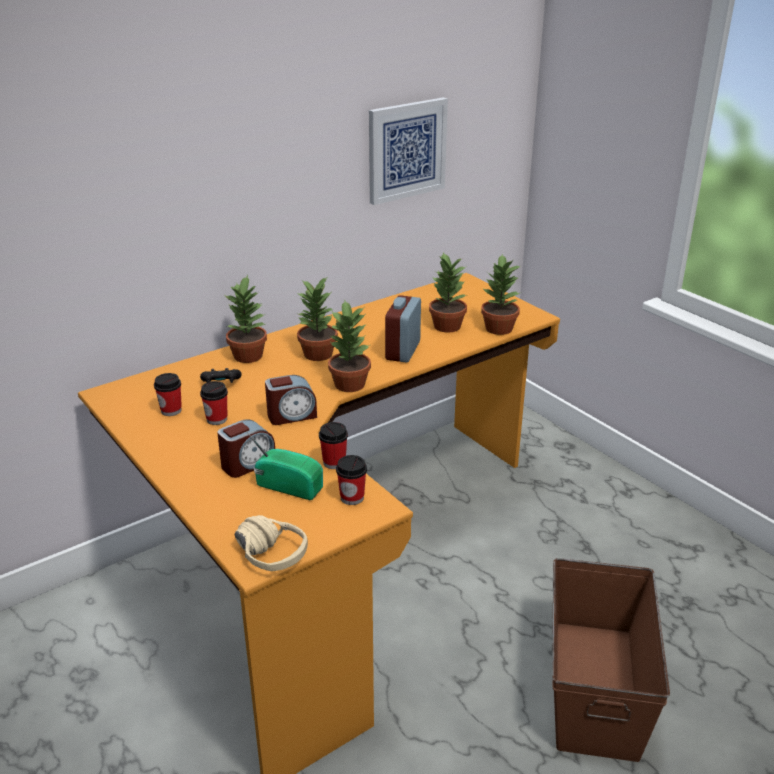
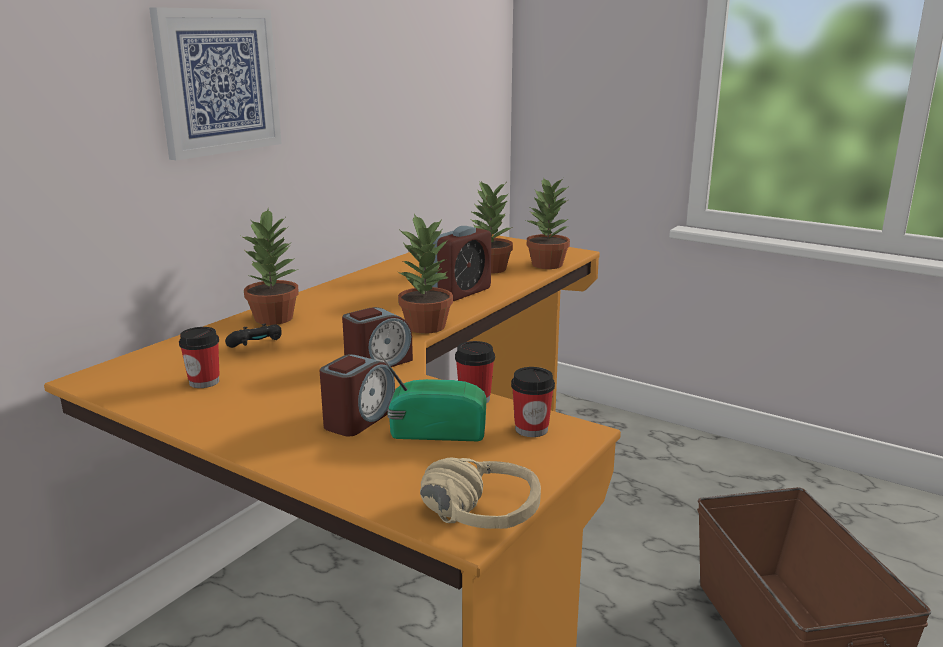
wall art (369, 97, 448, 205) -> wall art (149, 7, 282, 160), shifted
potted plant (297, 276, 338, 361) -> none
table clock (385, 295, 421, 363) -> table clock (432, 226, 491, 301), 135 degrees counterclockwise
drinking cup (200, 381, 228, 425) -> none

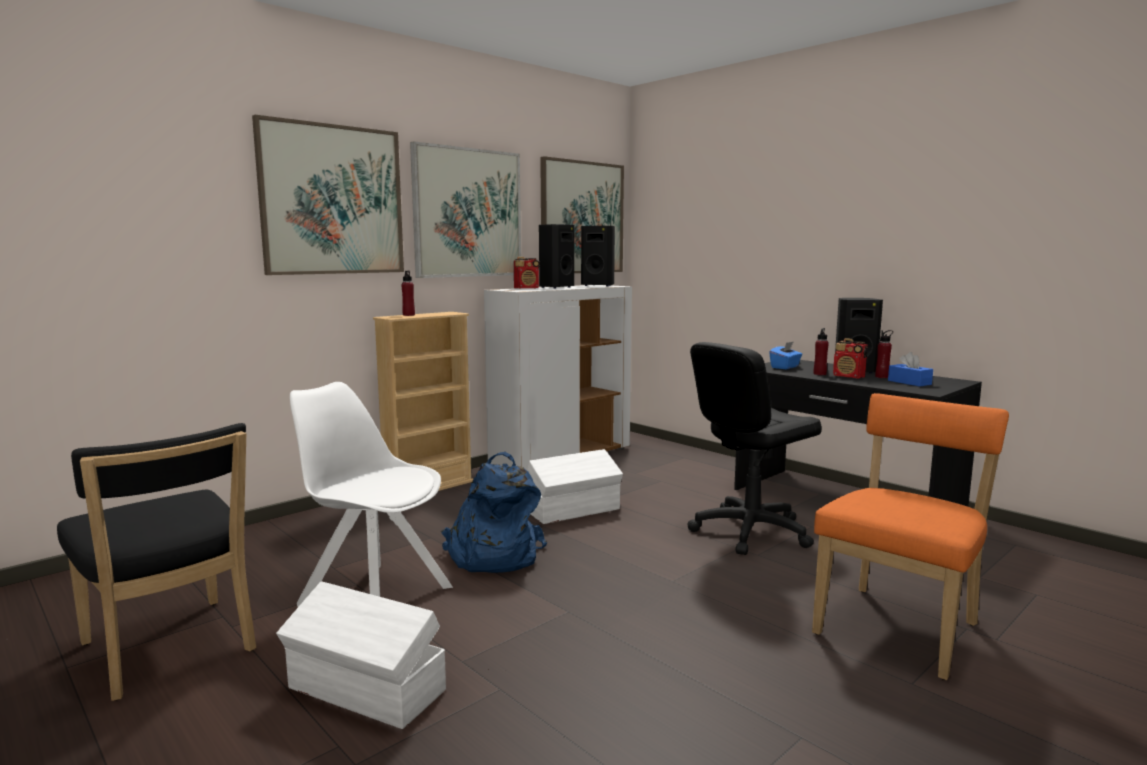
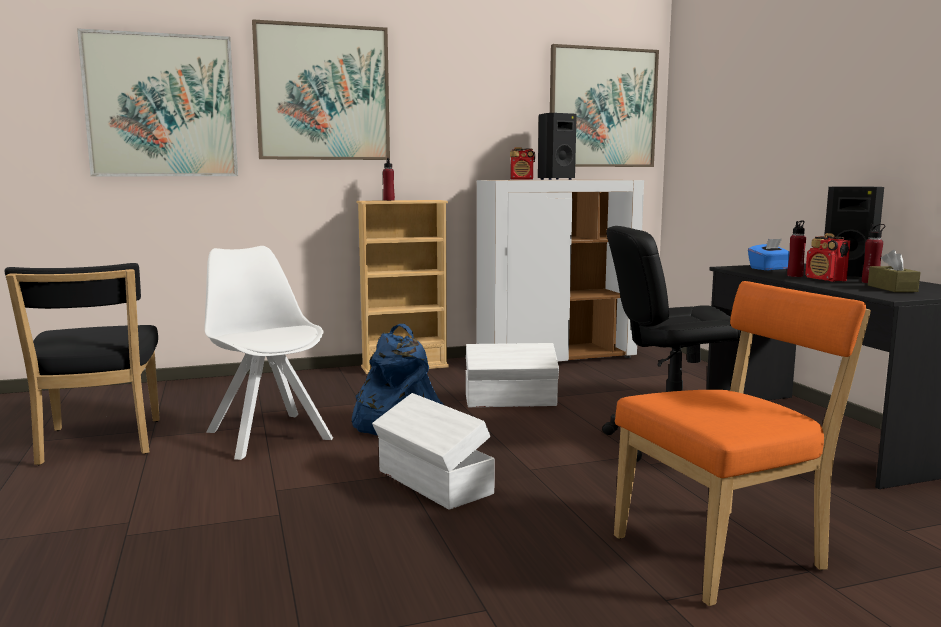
wall art (410, 141, 521, 278) -> wall art (77, 28, 238, 176), shifted
audio speaker in black (581, 226, 615, 286) -> none
tissue holder in blue (888, 352, 933, 387) -> tissue holder in brown (868, 250, 921, 292)
storage bin in white (276, 581, 446, 729) -> storage bin in white (372, 393, 495, 509), shifted

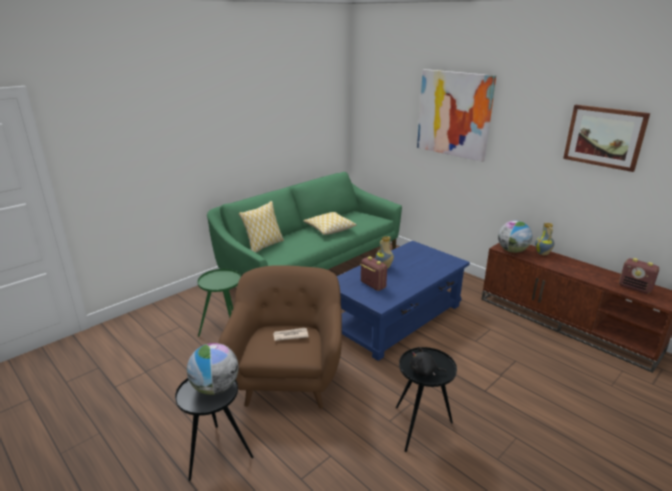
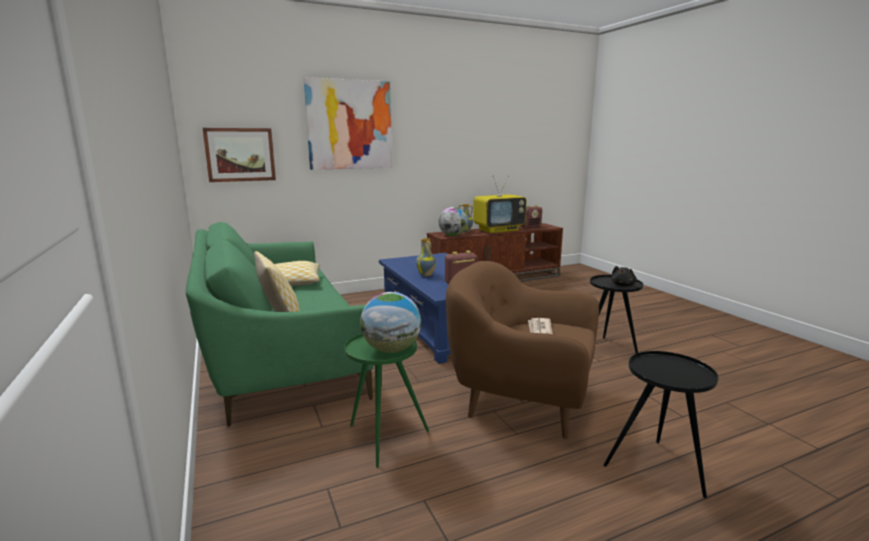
wall art (563, 105, 650, 172) -> wall art (203, 128, 276, 182), shifted
desk globe (187, 343, 239, 395) -> desk globe (360, 292, 421, 353), shifted
none -> television (473, 176, 527, 233)

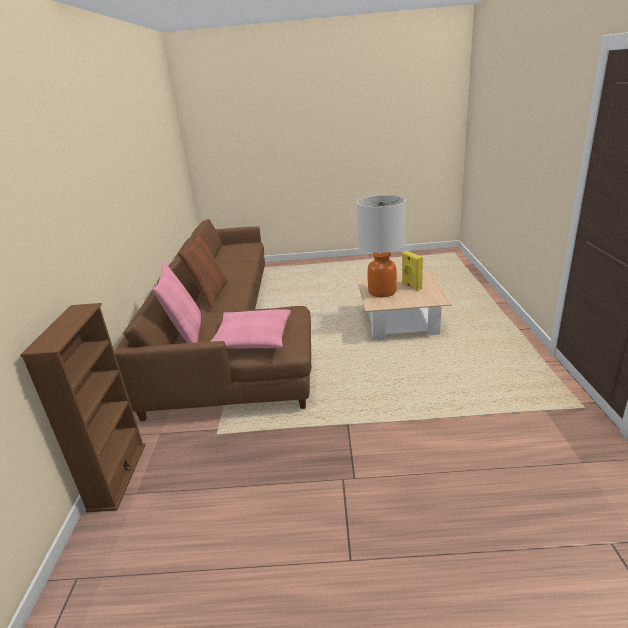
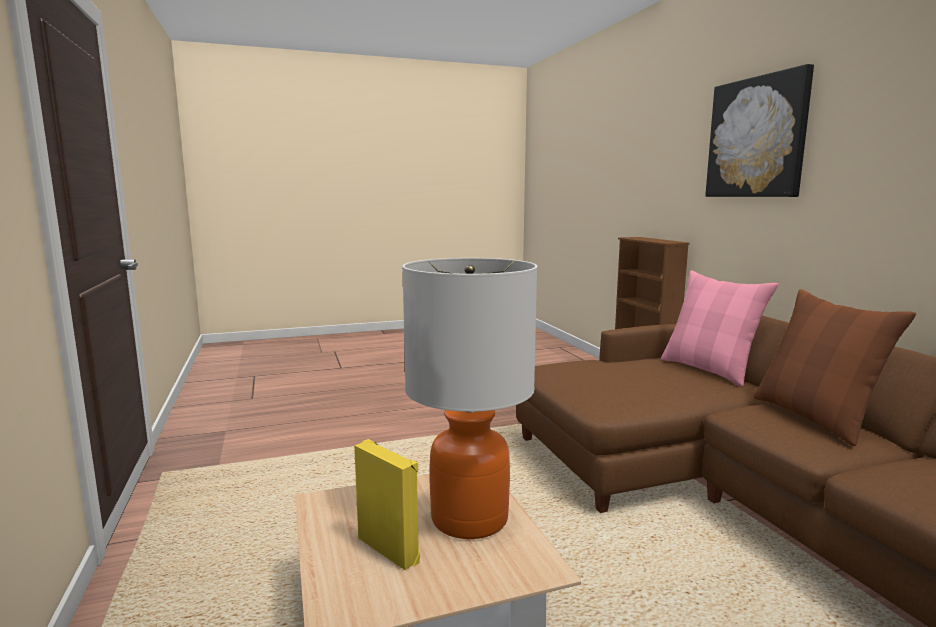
cushion in pink-coloured (210, 309, 291, 349) -> none
none -> wall art (705, 64, 814, 197)

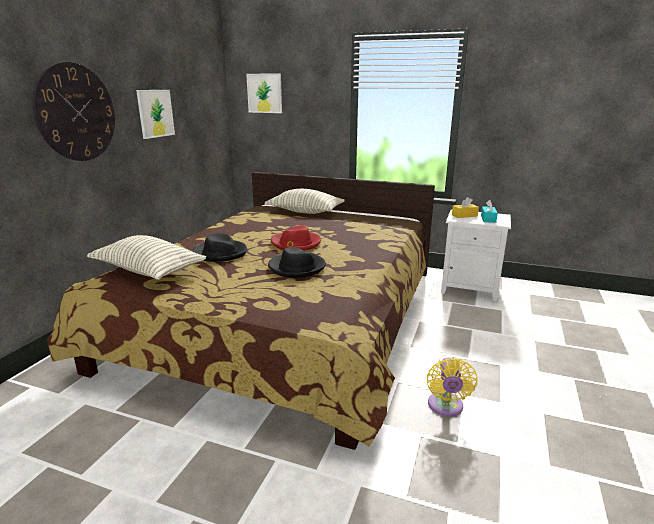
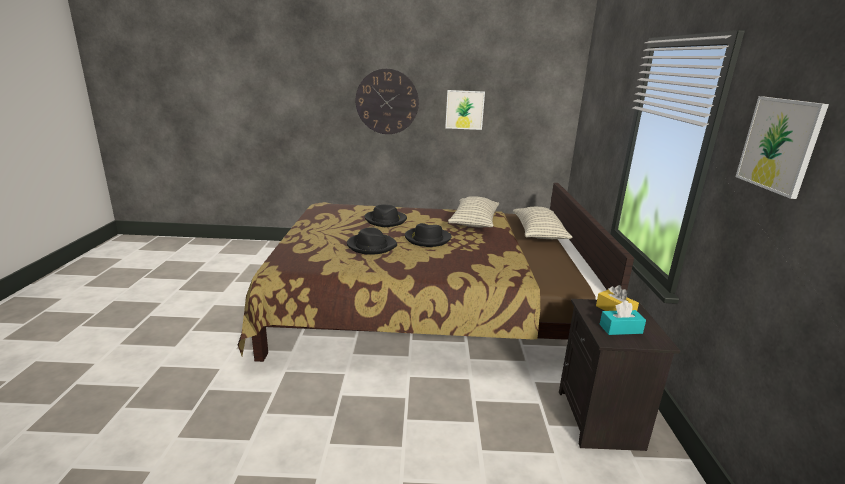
wall art (246, 73, 282, 113) -> wall art (736, 96, 829, 199), shifted
night table in white (441, 209, 511, 302) -> night table in black (559, 299, 680, 451)
hat in reddish (271, 225, 321, 251) -> hat in black (405, 223, 452, 247)
cushion (87, 235, 206, 280) -> cushion (448, 196, 499, 227), shifted
fan in yellow-coloured (427, 358, 478, 416) -> none

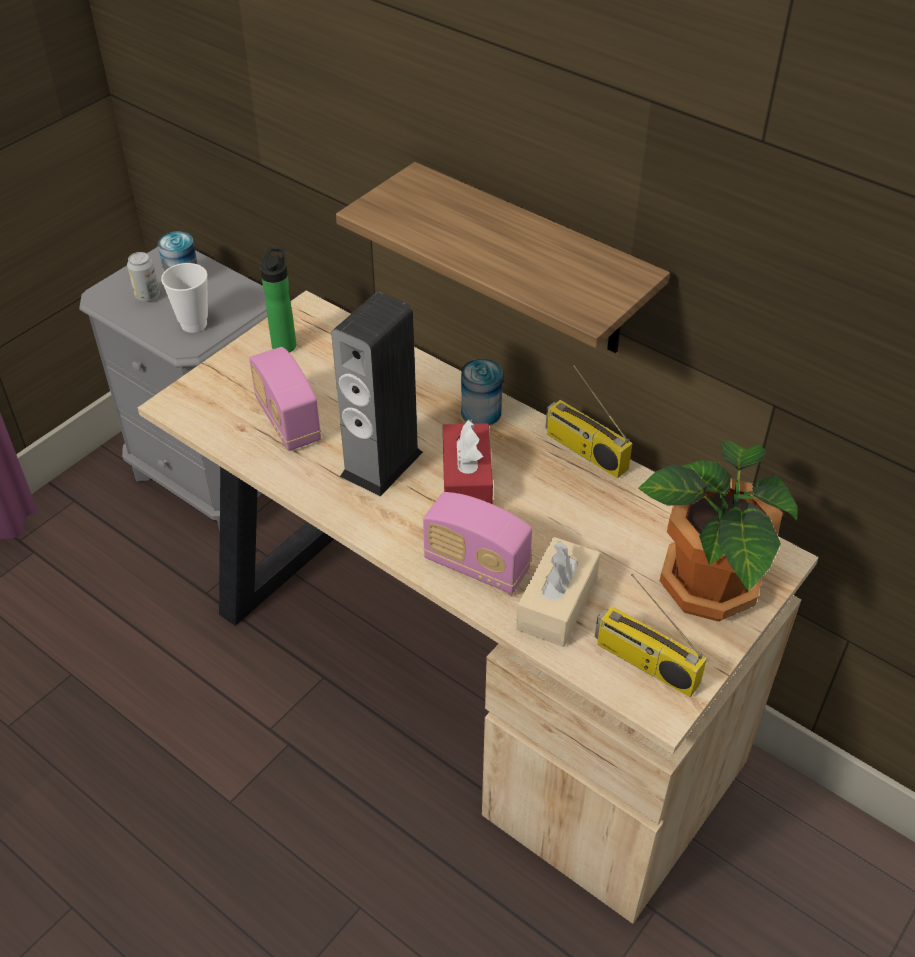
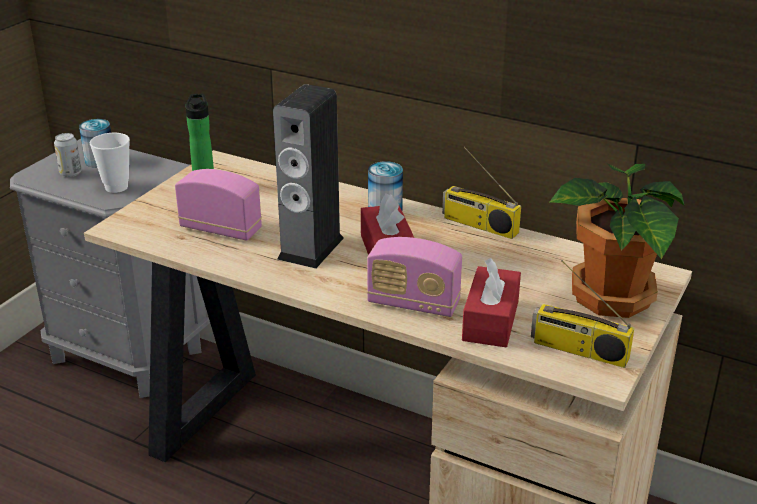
bracket shelf (336, 162, 670, 353) -> none
radio receiver (249, 347, 321, 451) -> radio receiver (175, 169, 262, 241), 150 degrees clockwise
tissue holder in beige (516, 537, 601, 647) -> tissue holder in reddish (462, 258, 521, 347)

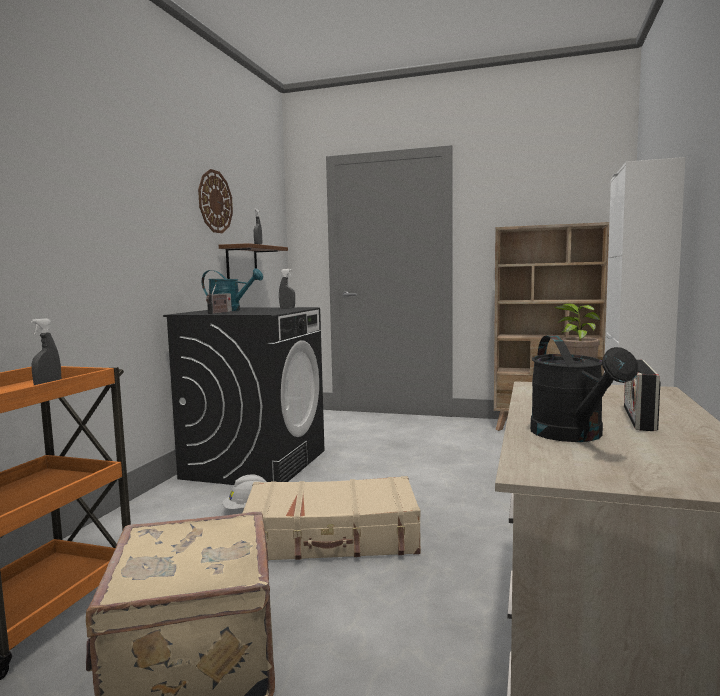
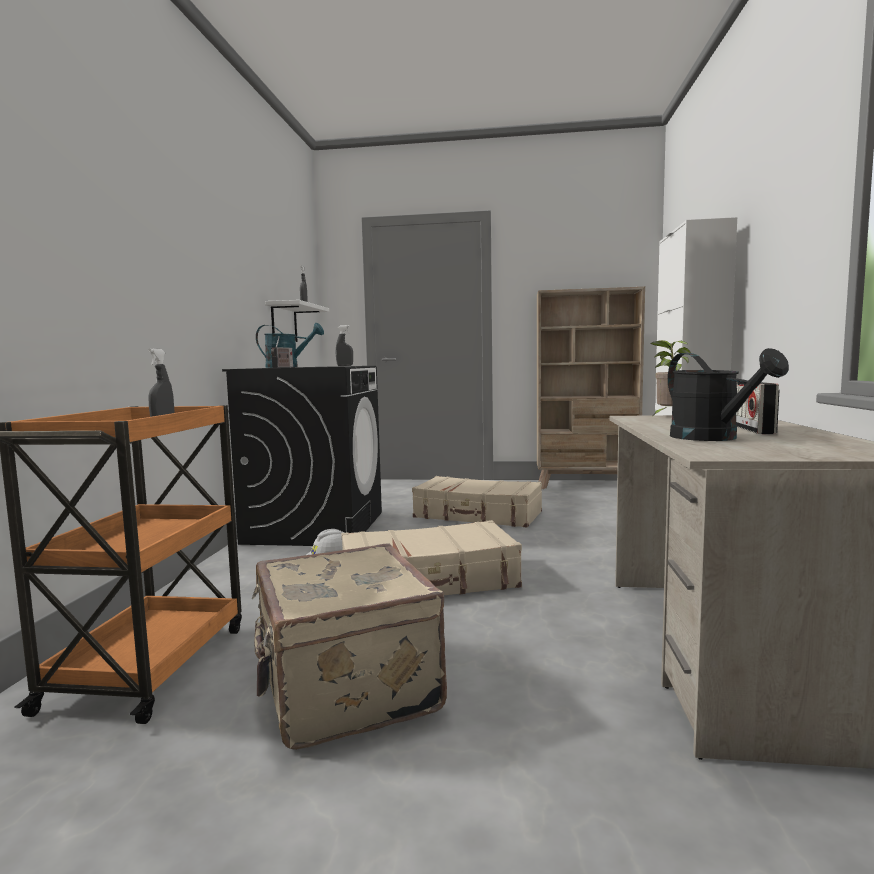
hanging clock (198, 169, 233, 233) -> none
bracket shelf in brown (219, 243, 288, 280) -> bracket shelf in white (265, 300, 329, 342)
none -> piece of luggage in beige (412, 476, 542, 528)

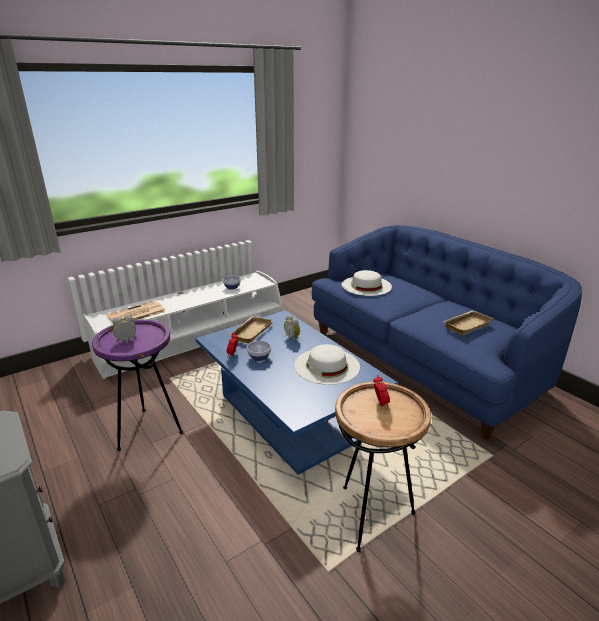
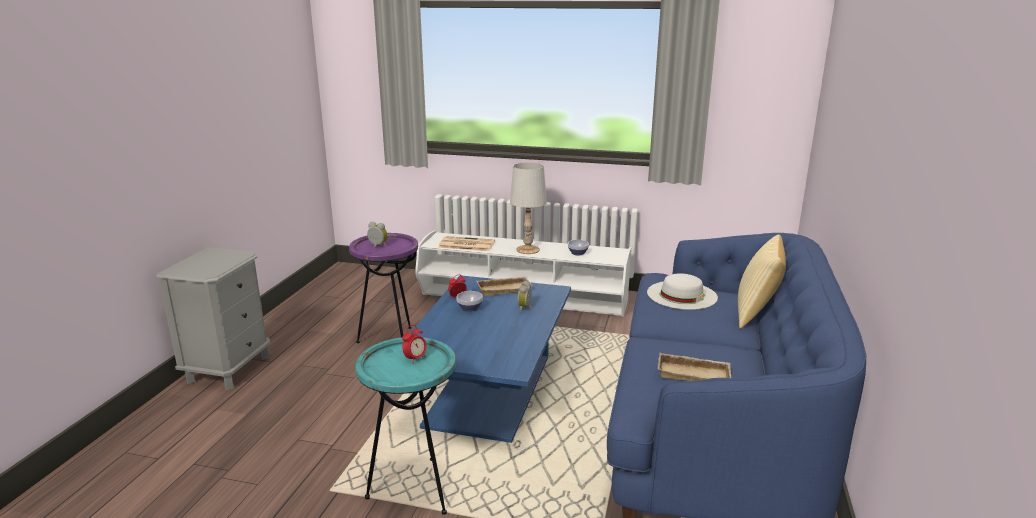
hat in white (294, 344, 360, 385) -> none
side table in brown (335, 382, 431, 552) -> side table in turquoise-coloured (355, 337, 456, 515)
none -> tabletop lamp in white (510, 162, 547, 254)
none -> cushion (738, 234, 786, 329)

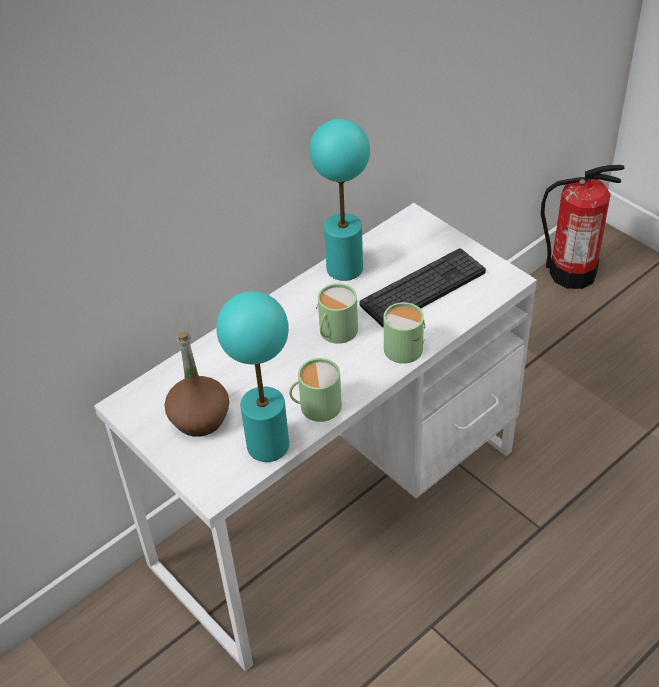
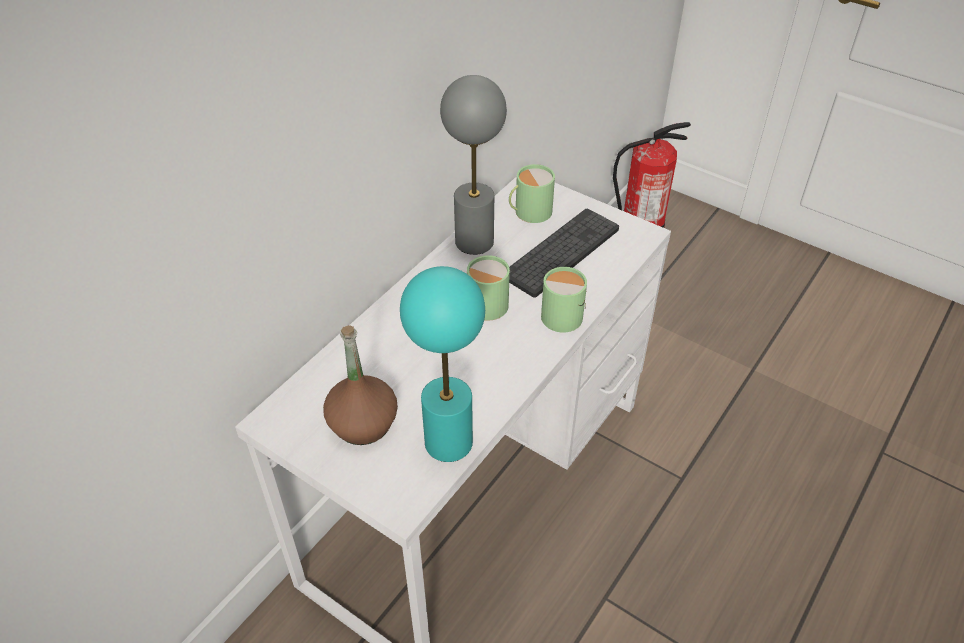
tabletop lamp in turquoise-coloured (309, 119, 370, 281) -> tabletop lamp in grey (440, 75, 507, 255)
coffee mug in green (289, 358, 342, 422) -> coffee mug in green (509, 164, 555, 223), shifted

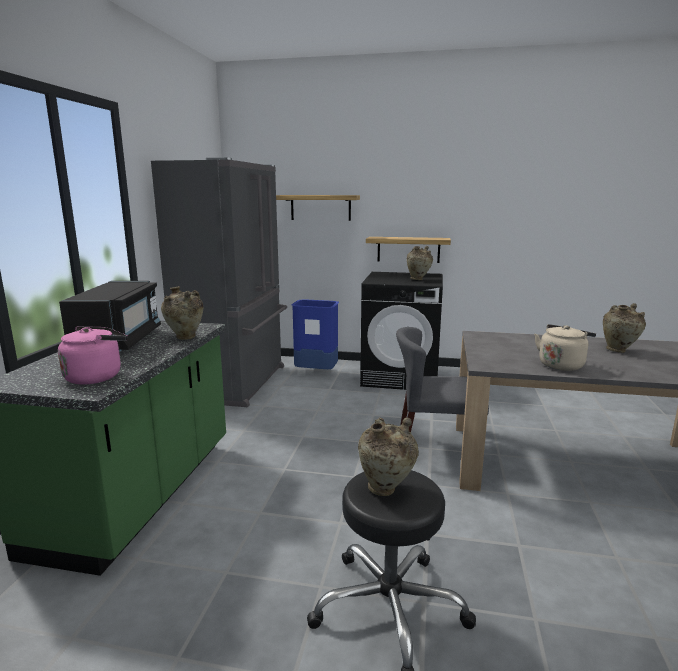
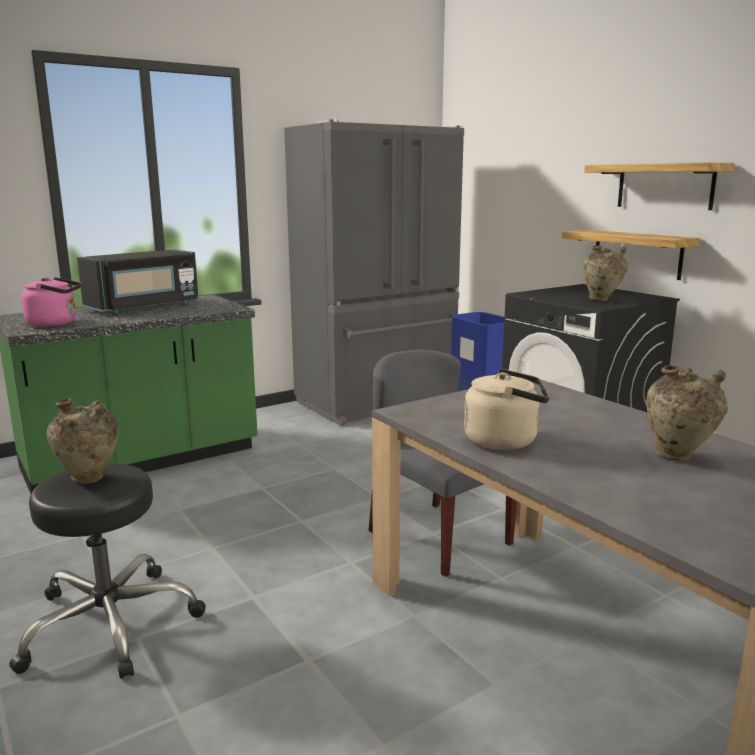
bracket shelf (276, 195, 360, 221) -> bracket shelf (584, 162, 735, 210), shifted
vase in beige (161, 286, 203, 340) -> none

